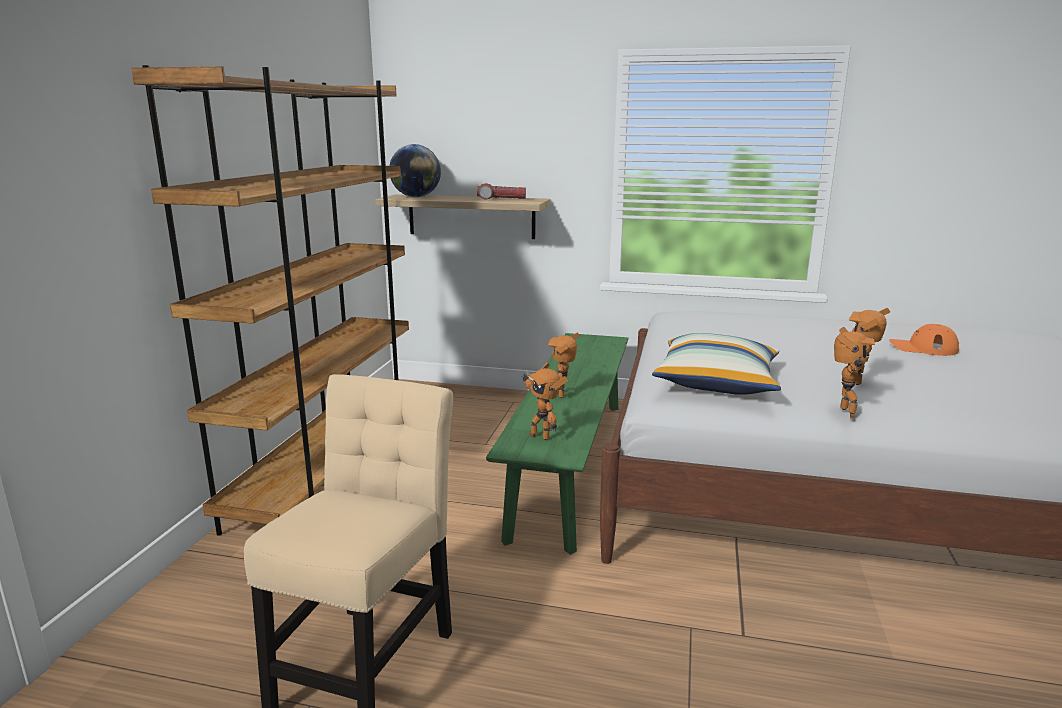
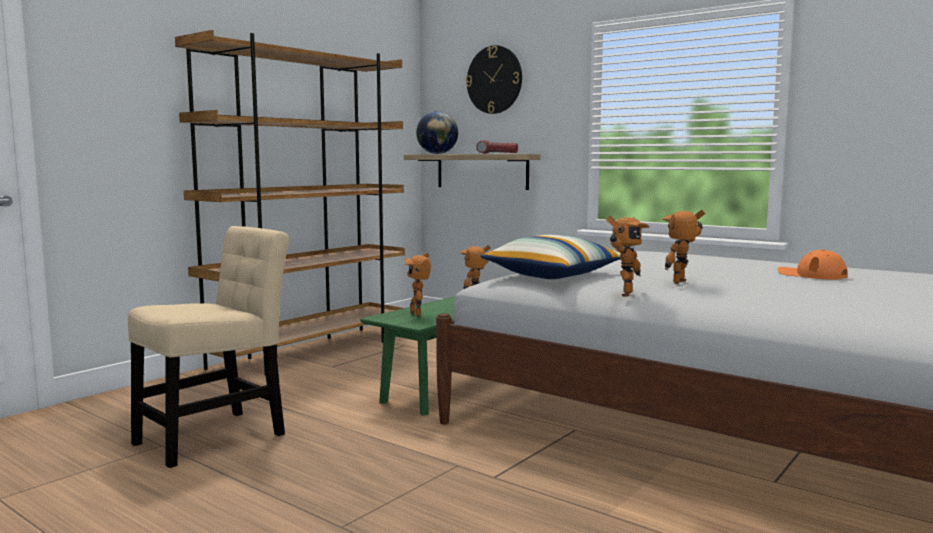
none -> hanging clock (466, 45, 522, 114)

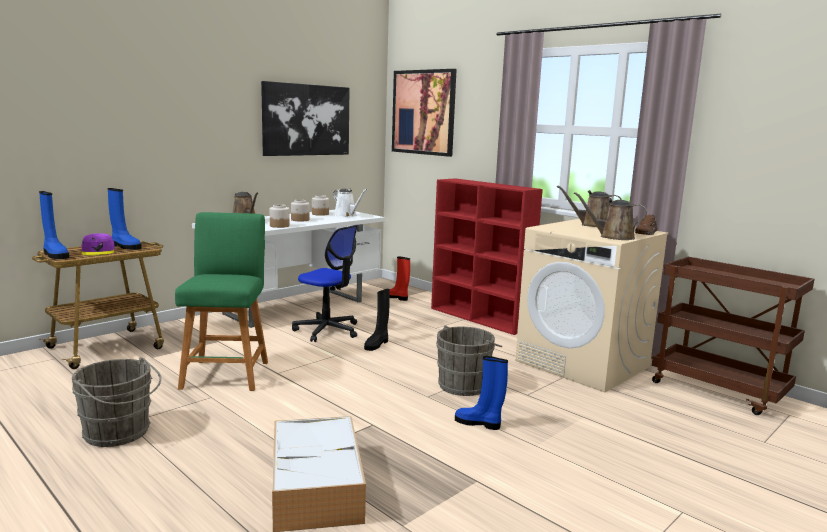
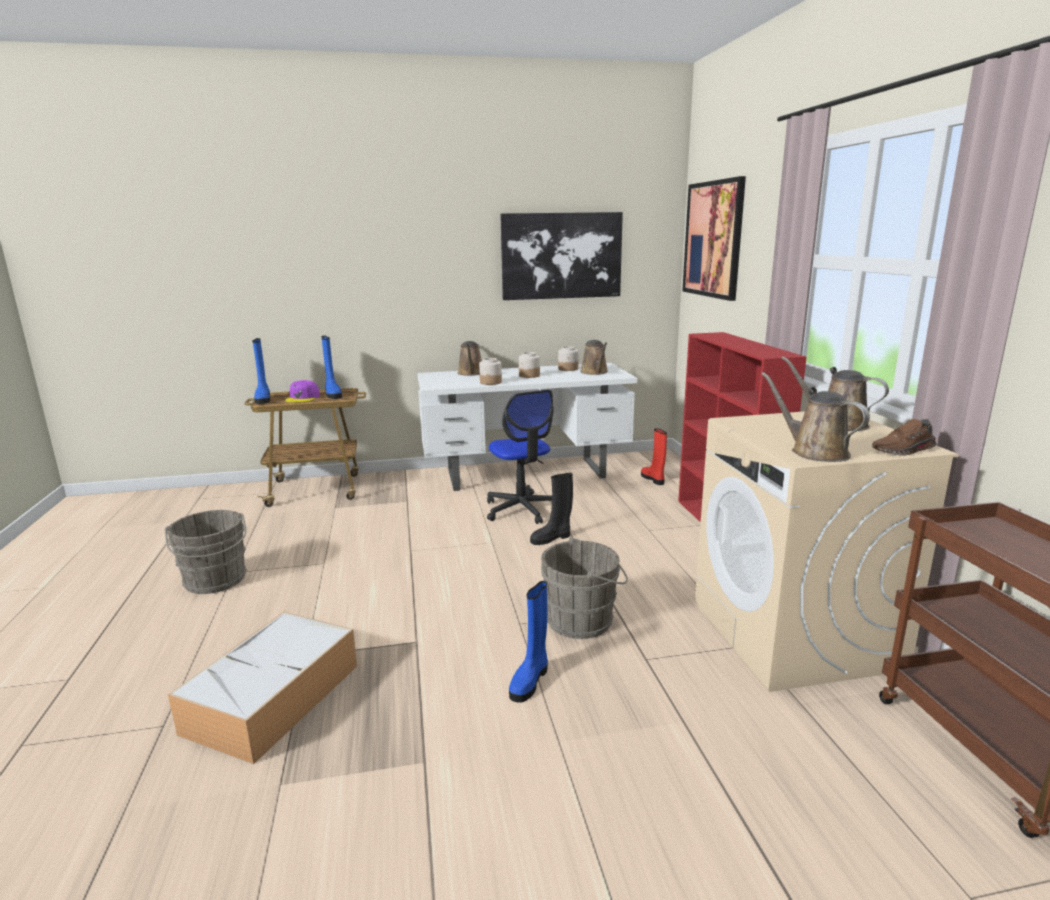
sprinkling can in white (333, 189, 367, 217) -> sprinkling can in brown (580, 340, 608, 375)
stool in green (175, 212, 268, 391) -> none
high-top boot in blue (455, 356, 508, 430) -> high-top boot in blue (509, 581, 548, 703), 120 degrees counterclockwise

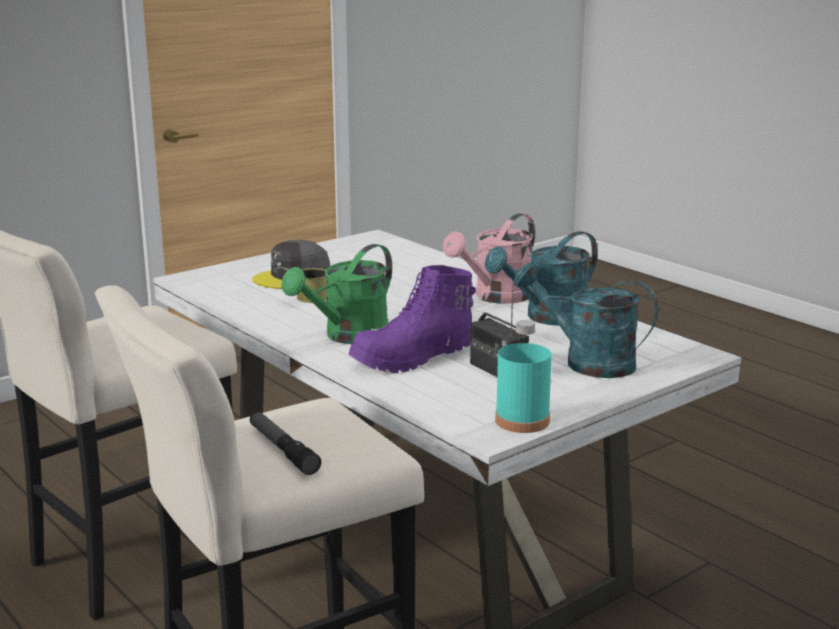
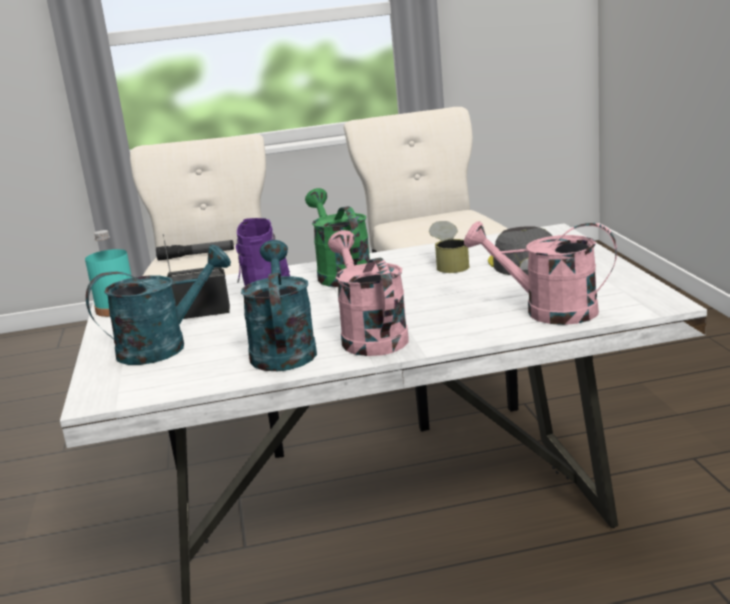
none -> sprinkling can in pink-coloured (464, 221, 617, 325)

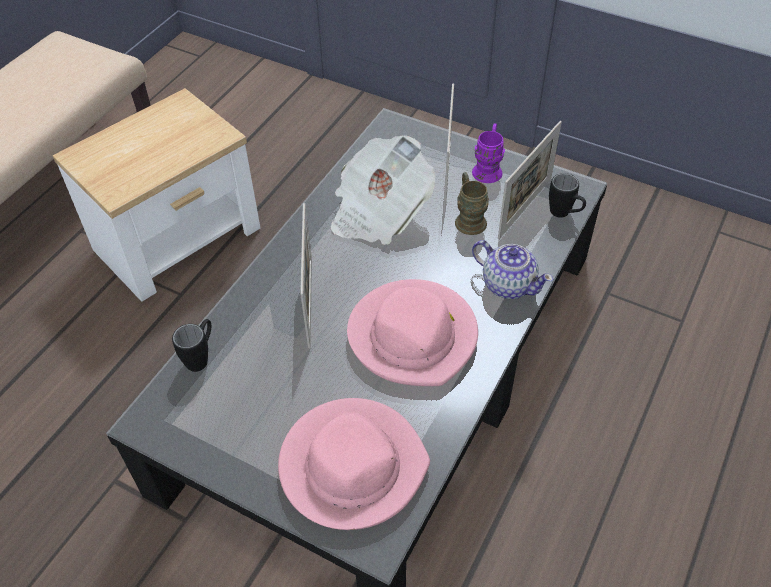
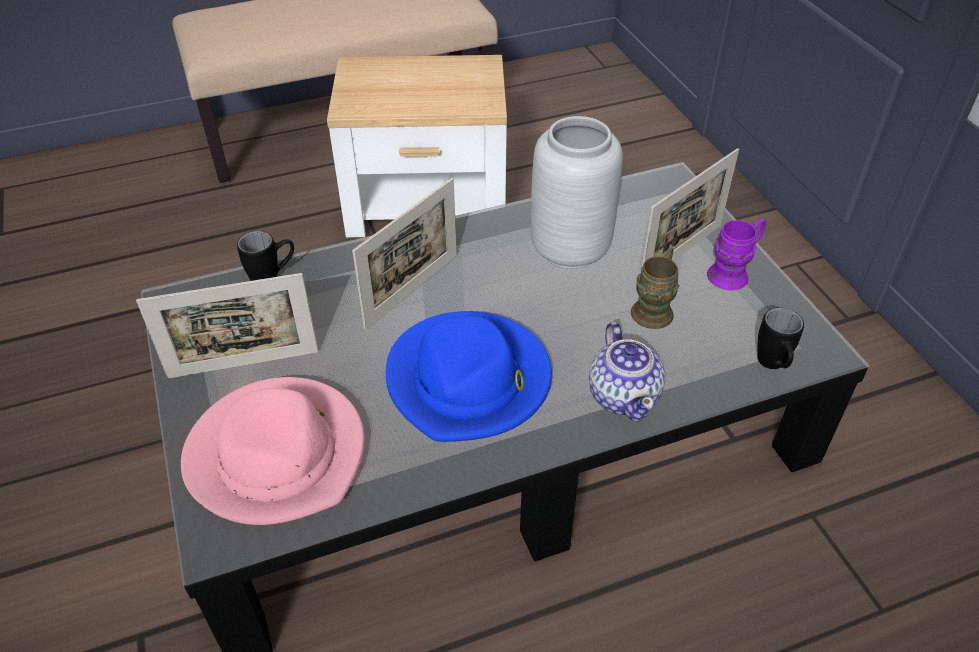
picture frame (498, 121, 562, 239) -> picture frame (136, 273, 319, 379), shifted
newspaper (331, 136, 435, 245) -> vase in grey (530, 116, 623, 269)
hat in pink-coloured (347, 279, 478, 386) -> hat in blue (386, 311, 552, 442)

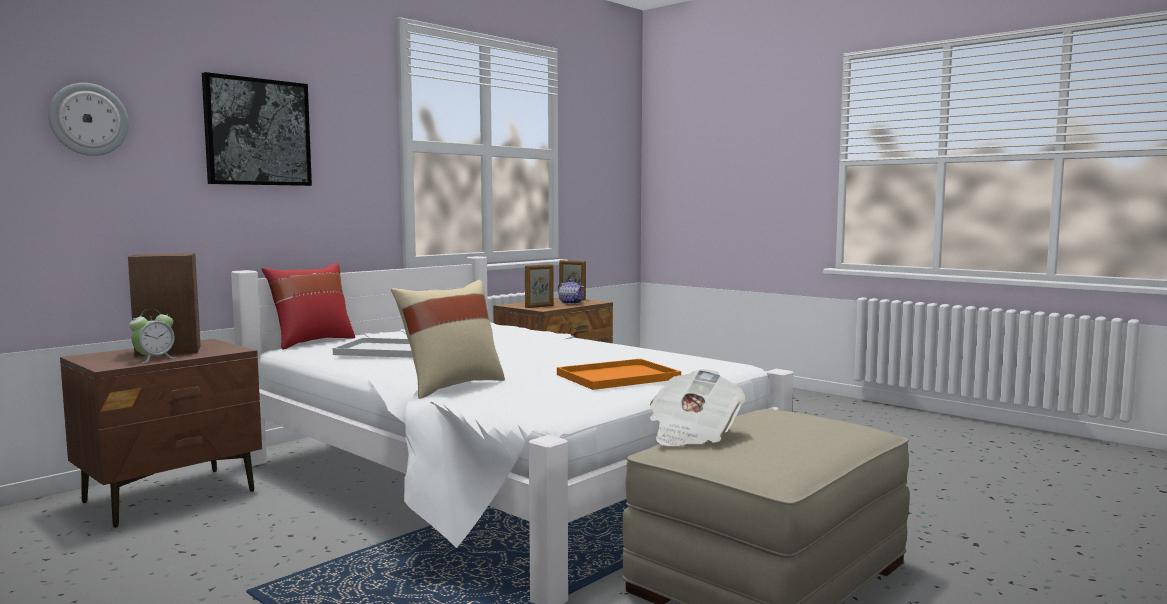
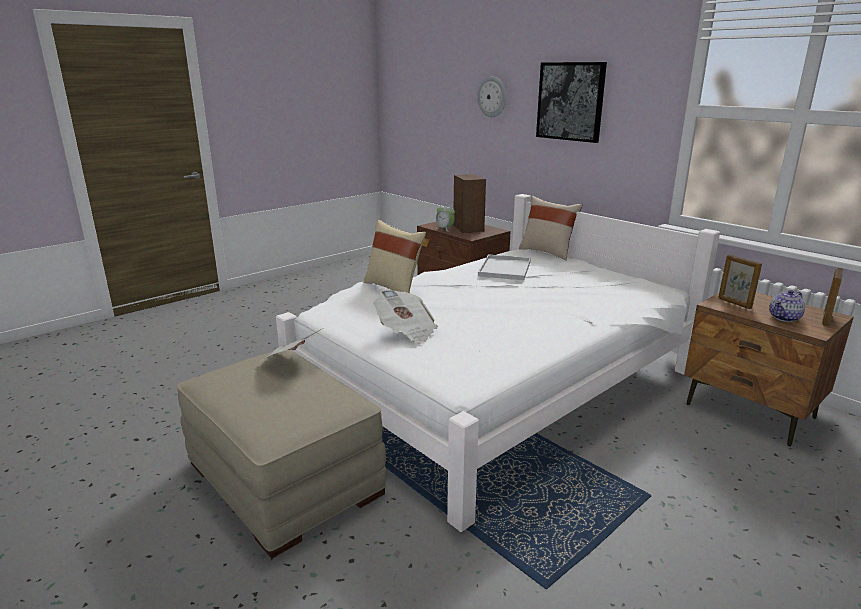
cushion in reddish (262, 263, 355, 350) -> cushion in beige (519, 196, 583, 260)
serving tray in orangey (557, 359, 681, 390) -> newspaper (374, 289, 438, 344)

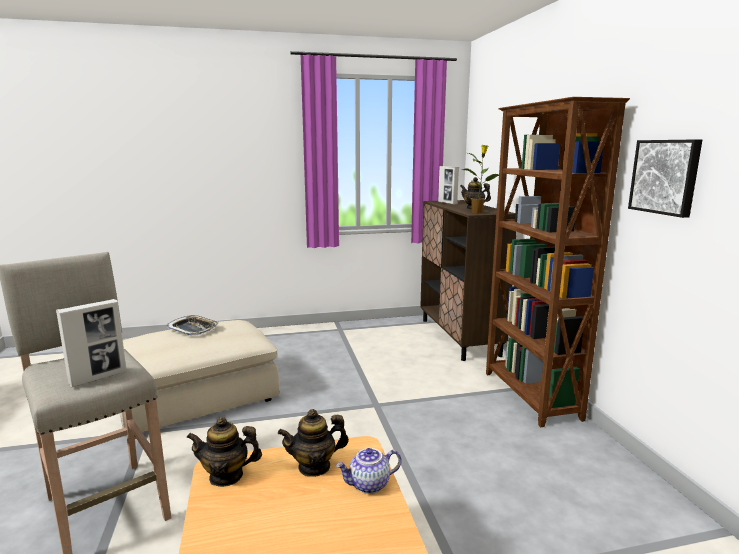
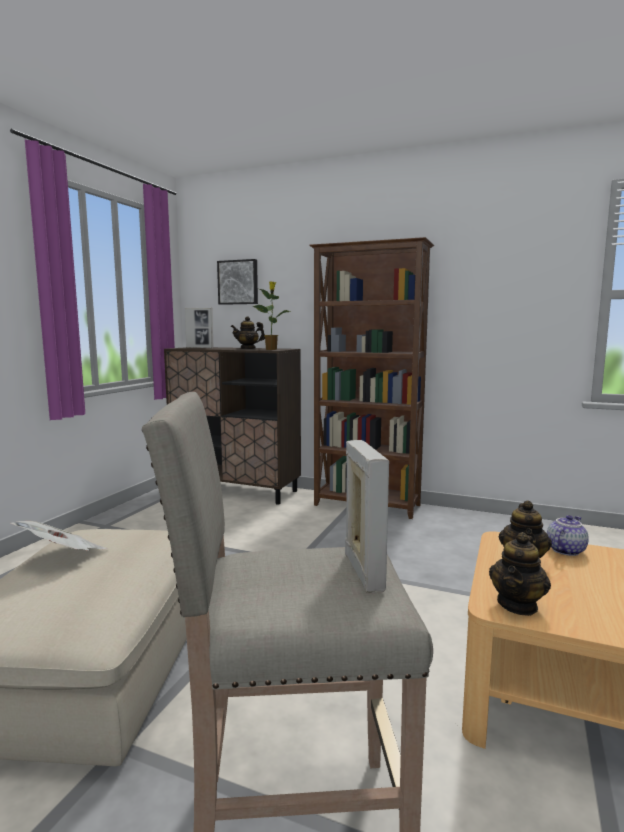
wall art (628, 139, 702, 218) -> wall art (217, 259, 258, 305), shifted
serving tray (166, 315, 219, 336) -> newspaper (11, 521, 108, 551)
teapot (336, 448, 401, 494) -> teapot (547, 515, 589, 556), 150 degrees counterclockwise

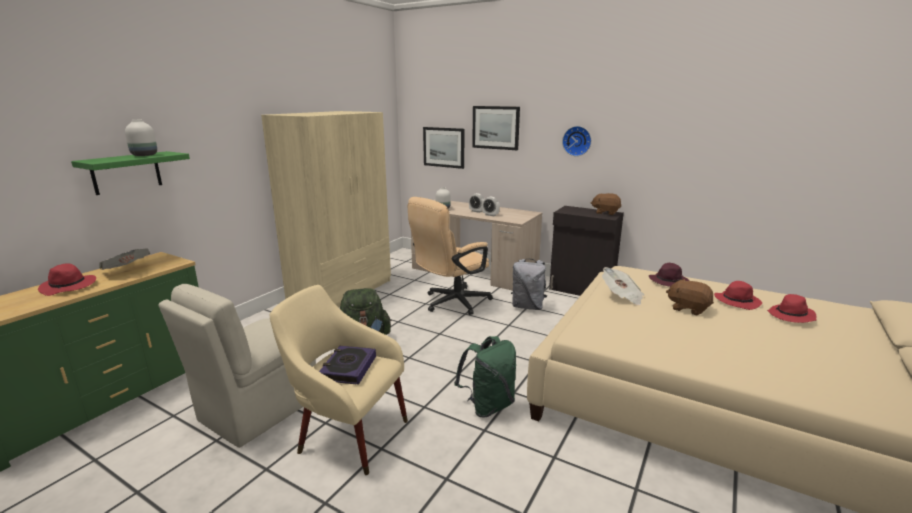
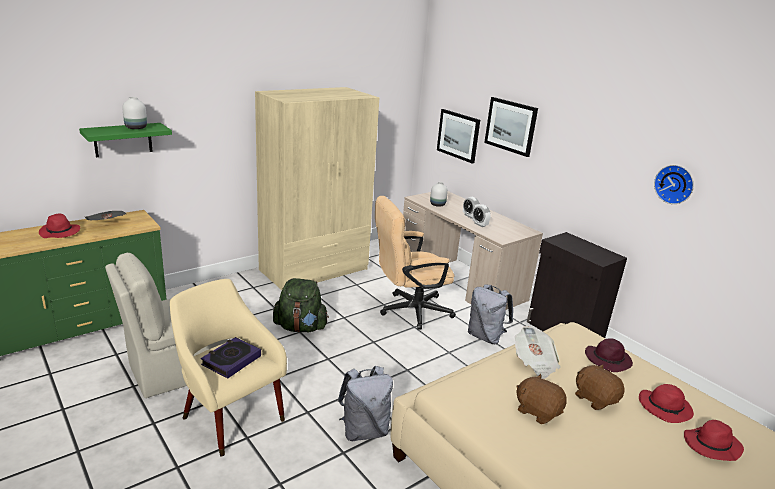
hanging clock (562, 126, 591, 156) -> hanging clock (654, 165, 694, 204), shifted
cuddly toy in brown (591, 193, 622, 215) -> cuddly toy in brown (516, 374, 567, 424), shifted
rucksack in green (454, 336, 516, 417) -> rucksack in grey (337, 366, 393, 441)

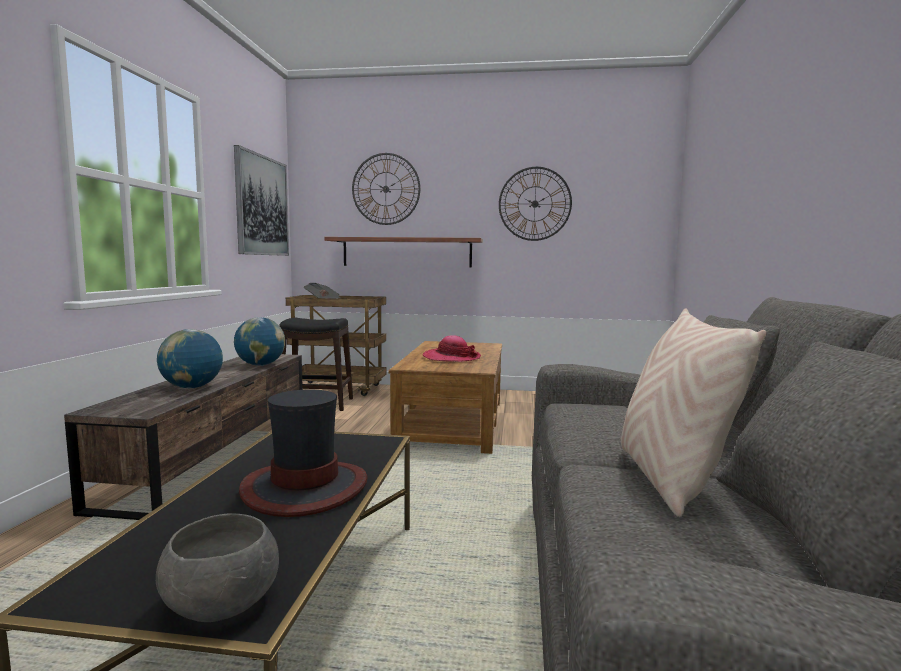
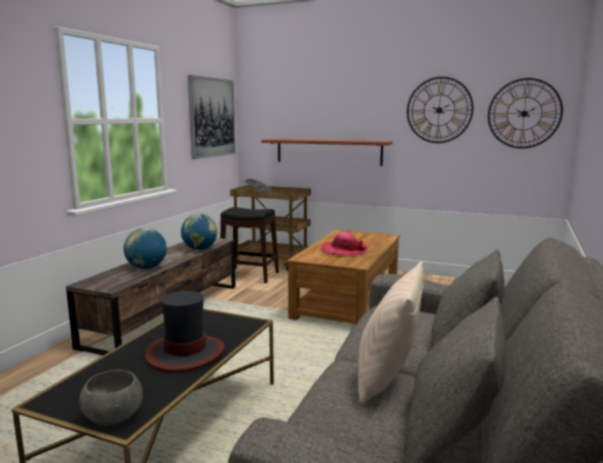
hanging clock (352, 153, 420, 225) -> hanging clock (488, 78, 563, 149), shifted

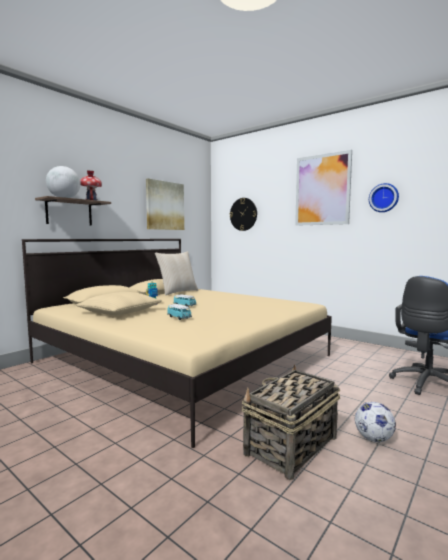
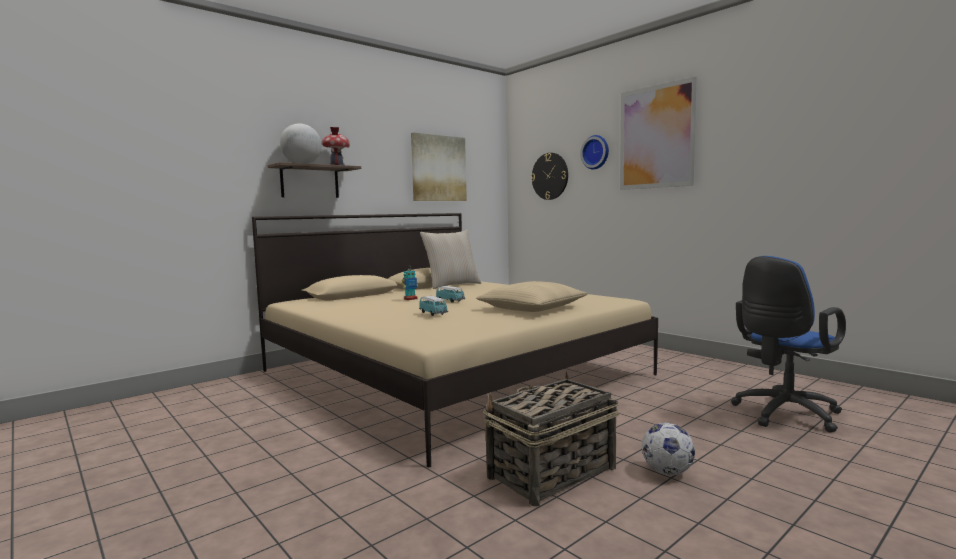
hanging clock (369, 183, 399, 212) -> hanging clock (580, 135, 609, 169), shifted
cushion in beige (76, 292, 162, 316) -> cushion in beige (476, 281, 588, 312), shifted

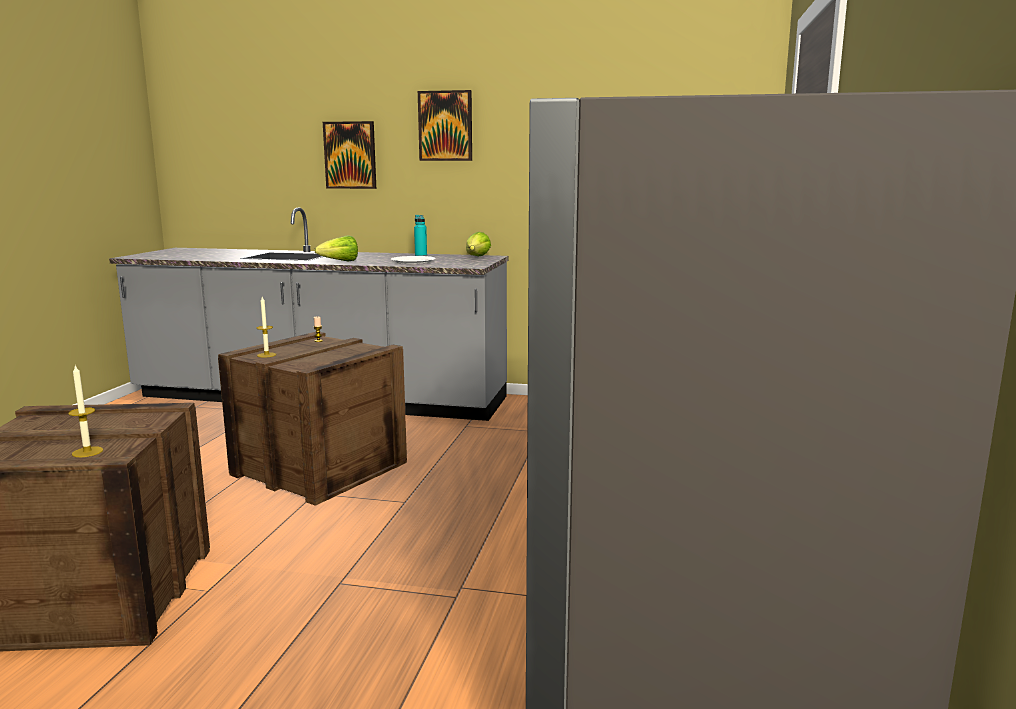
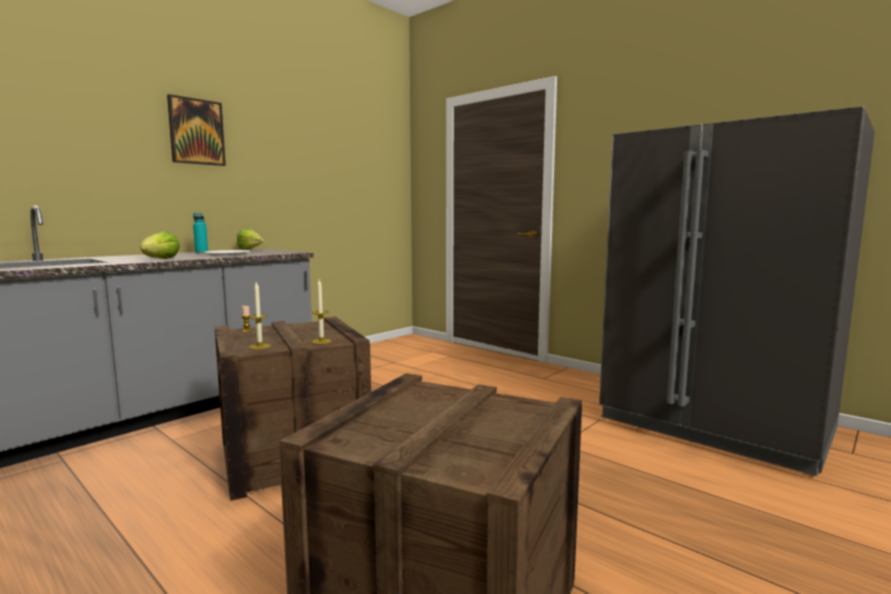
wall art (323, 121, 376, 189) -> none
candle (68, 365, 103, 457) -> candle (312, 280, 332, 344), shifted

